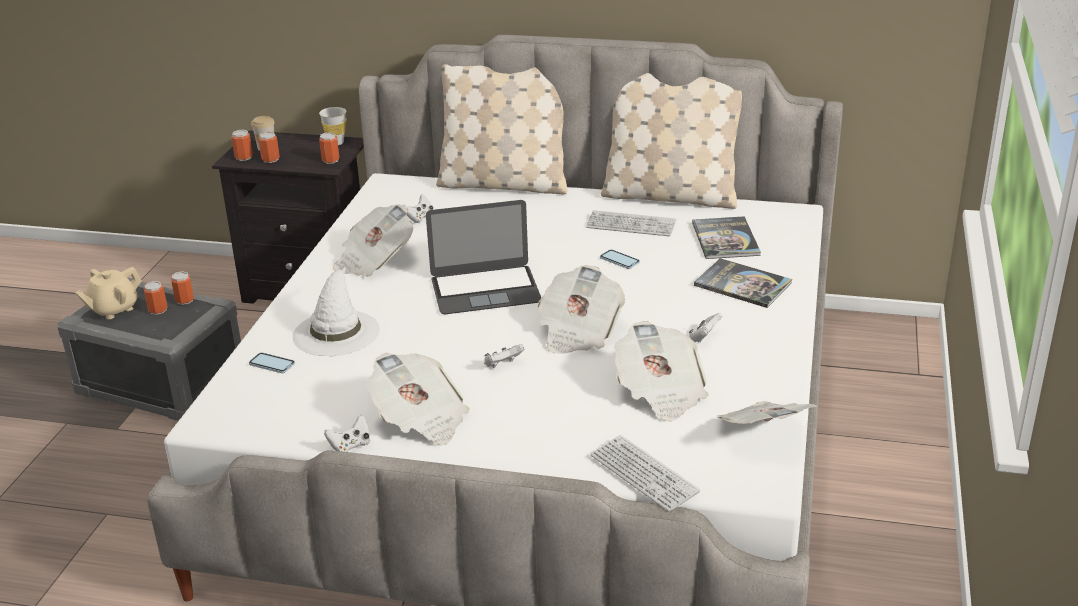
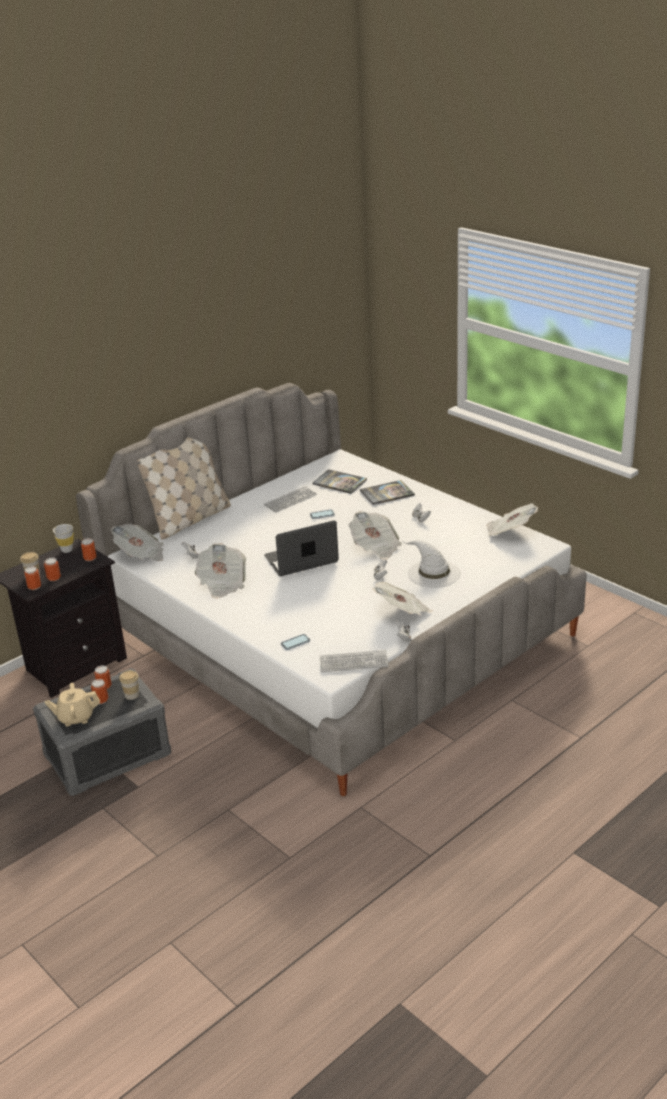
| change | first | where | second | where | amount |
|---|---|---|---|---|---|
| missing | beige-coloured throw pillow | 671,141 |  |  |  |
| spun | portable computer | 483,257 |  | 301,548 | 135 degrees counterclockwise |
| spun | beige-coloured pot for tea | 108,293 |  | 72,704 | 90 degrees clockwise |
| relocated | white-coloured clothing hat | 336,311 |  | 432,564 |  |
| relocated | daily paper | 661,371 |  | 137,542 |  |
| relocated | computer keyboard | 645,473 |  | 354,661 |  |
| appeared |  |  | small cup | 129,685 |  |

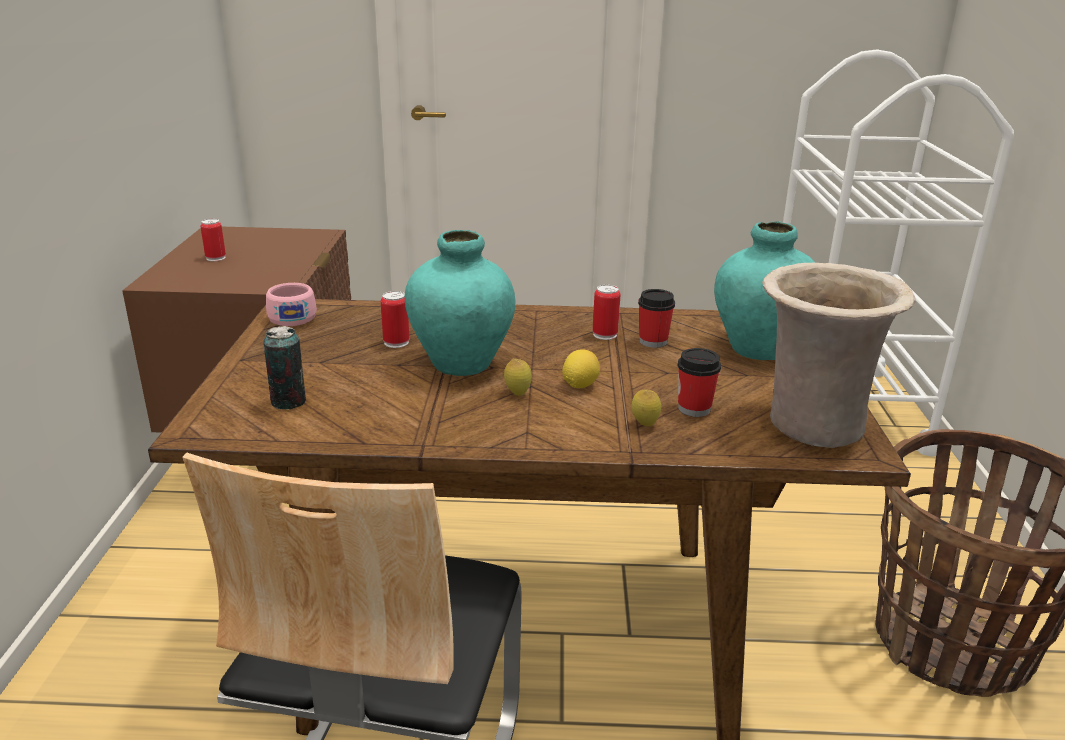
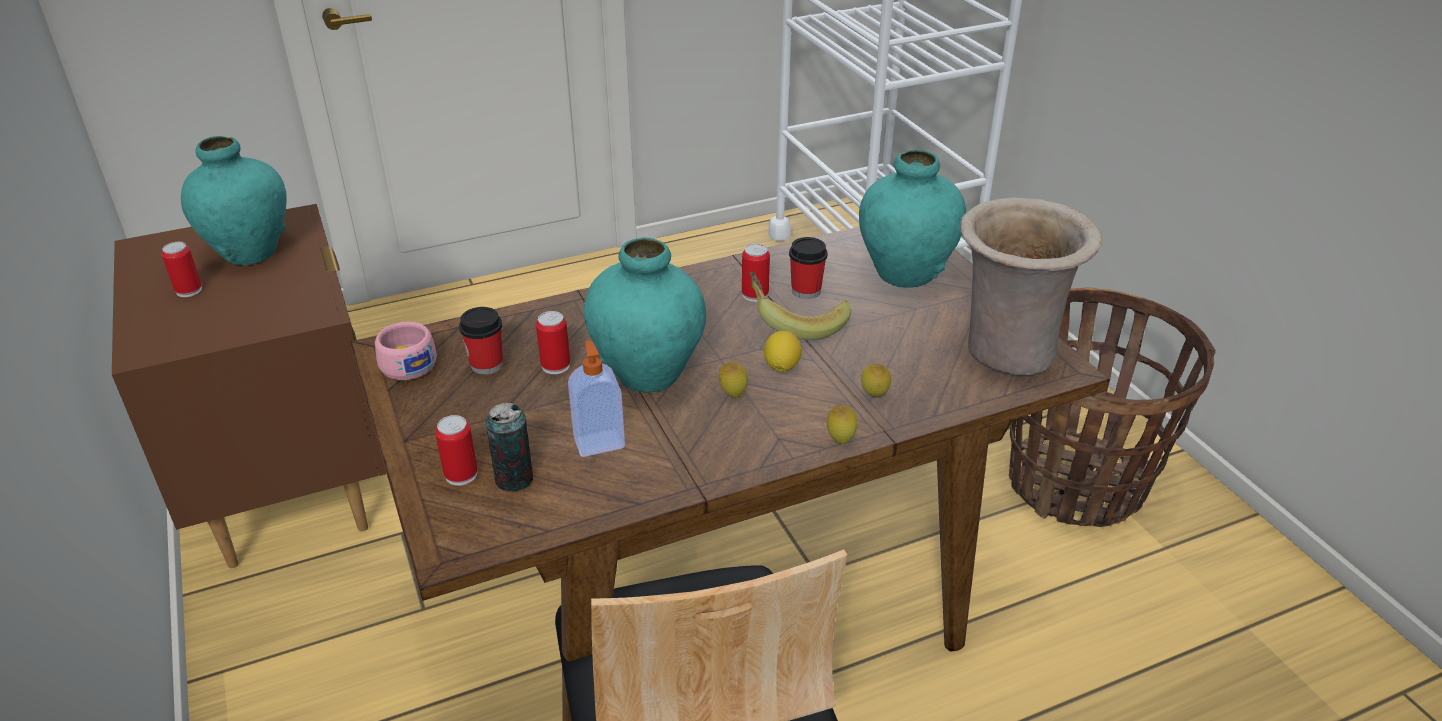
| change | first | where | second | where | amount |
|---|---|---|---|---|---|
| relocated | small cup | 699,382 |  | 481,341 |  |
| appeared |  |  | turquoise vase | 234,201 |  |
| appeared |  |  | banana | 800,306 |  |
| appeared |  |  | liquid soap bottle | 596,398 |  |
| appeared |  |  | citrus fruit | 842,424 |  |
| appeared |  |  | sealed can | 456,450 |  |

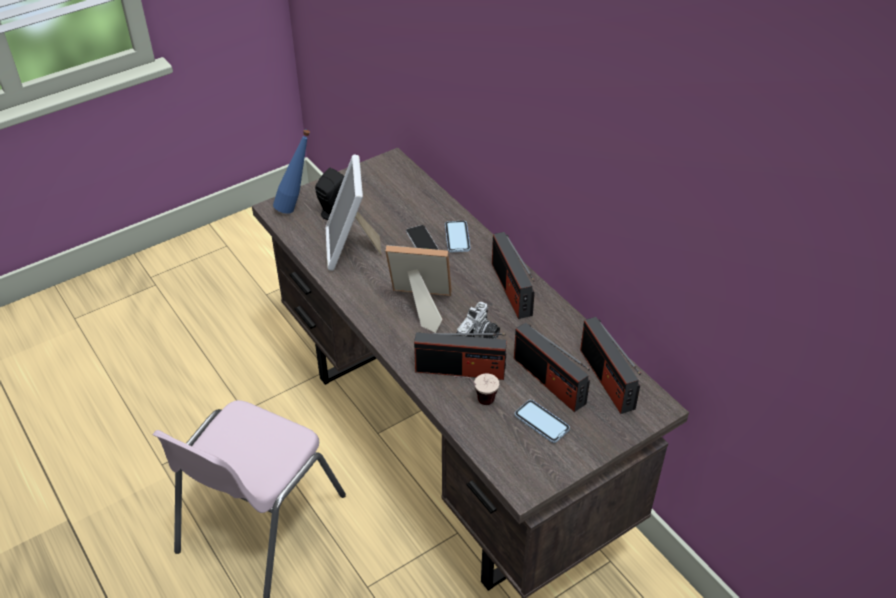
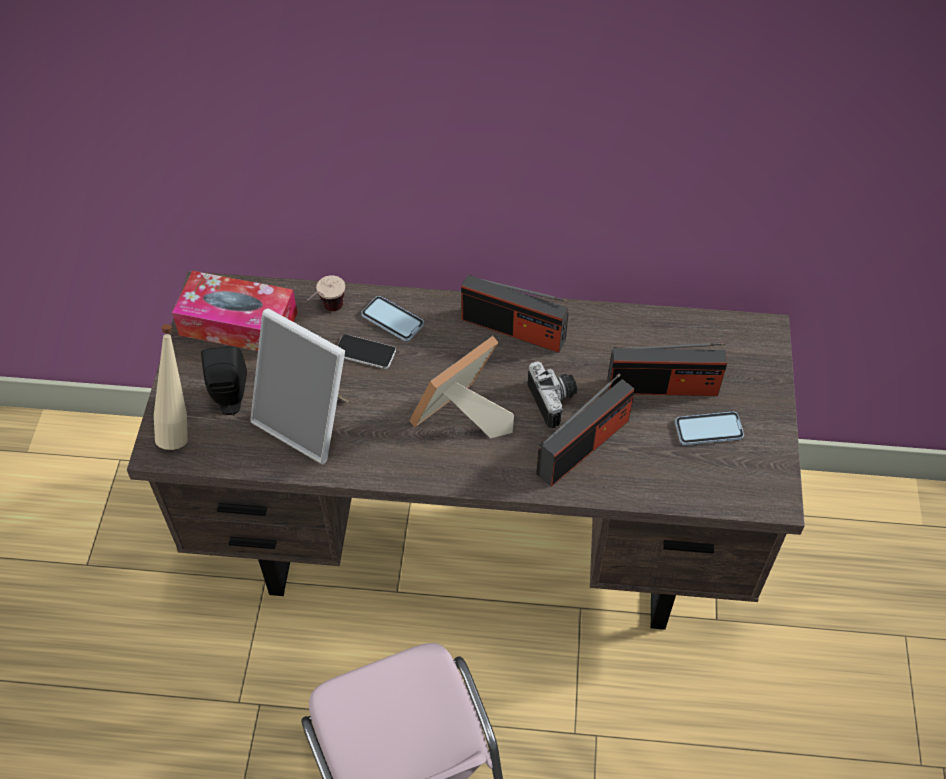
| change | first | where | second | where | amount |
|---|---|---|---|---|---|
| colour | blue bottle | 291,172 | beige-coloured bottle | 171,387 |  |
| missing | radio set | 610,365 |  |  |  |
| relocated | small cup | 476,389 |  | 326,293 |  |
| appeared |  |  | tissue box | 235,311 |  |

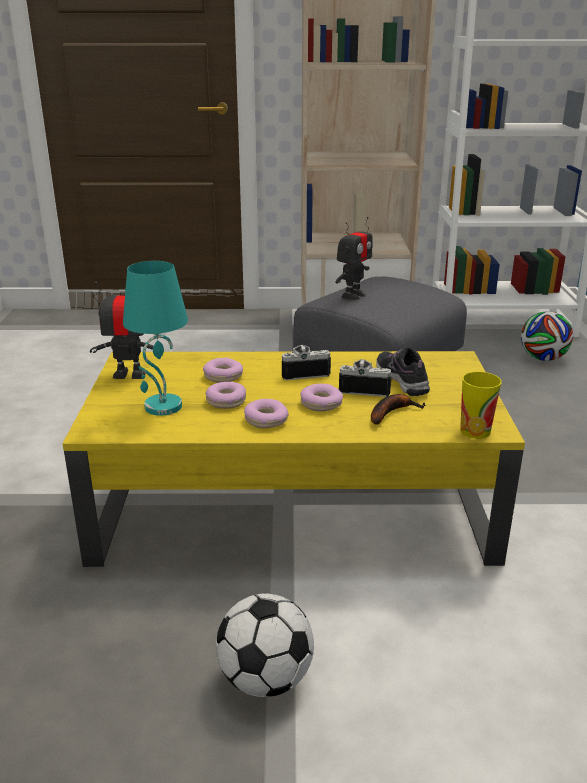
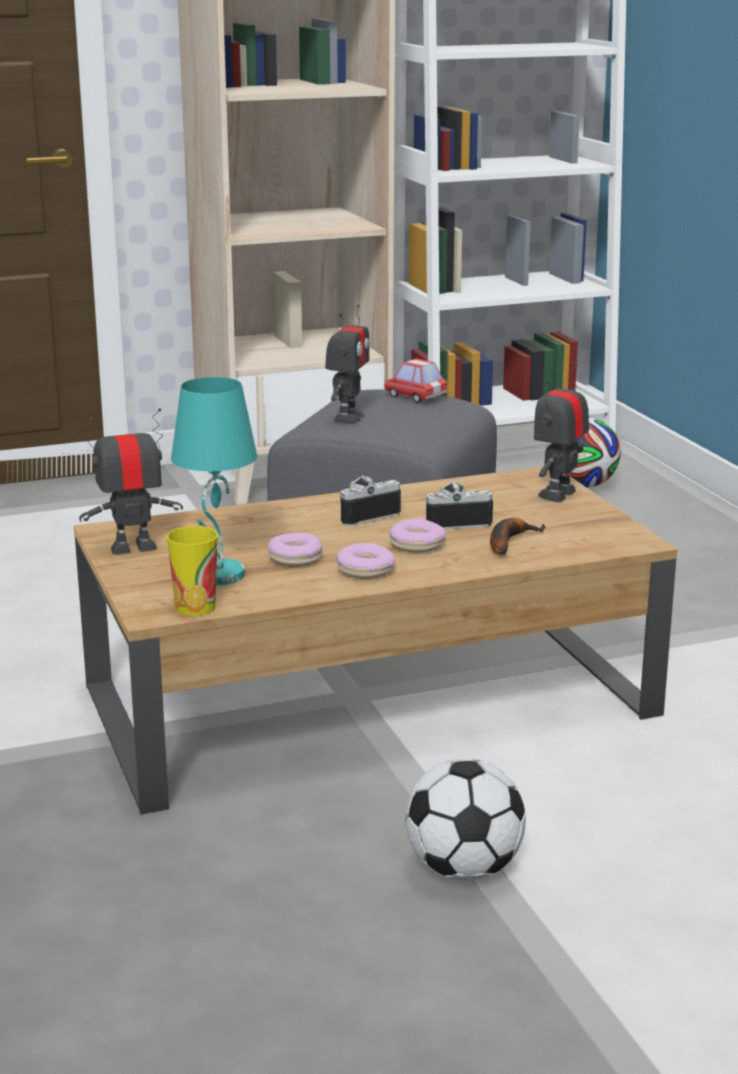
| change | first | where | second | where | amount |
|---|---|---|---|---|---|
| missing | low shoe | 403,371 |  |  |  |
| colour | yellow coffee table | 293,459 | brown coffee table | 375,641 |  |
| missing | doughnut | 223,370 |  |  |  |
| relocated | small cup | 481,405 |  | 192,571 |  |
| appeared |  |  | toy car | 416,381 |  |
| appeared |  |  | model robot | 561,432 |  |

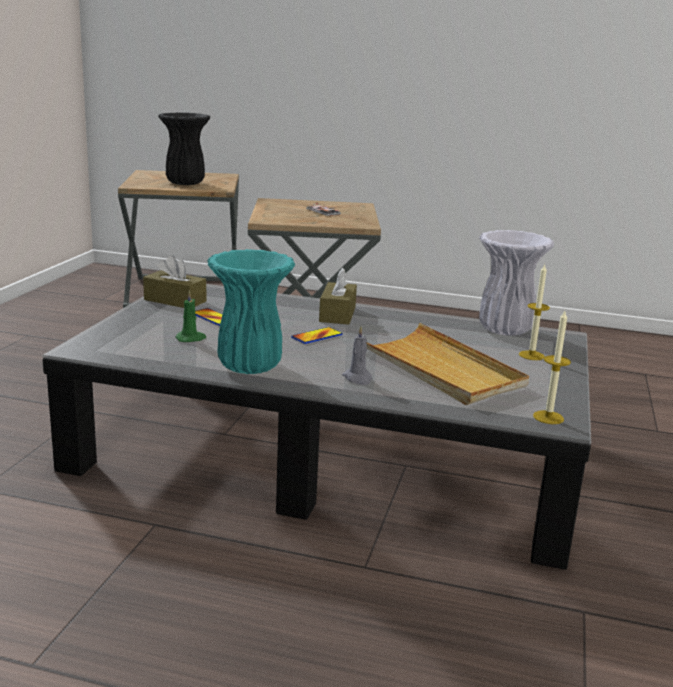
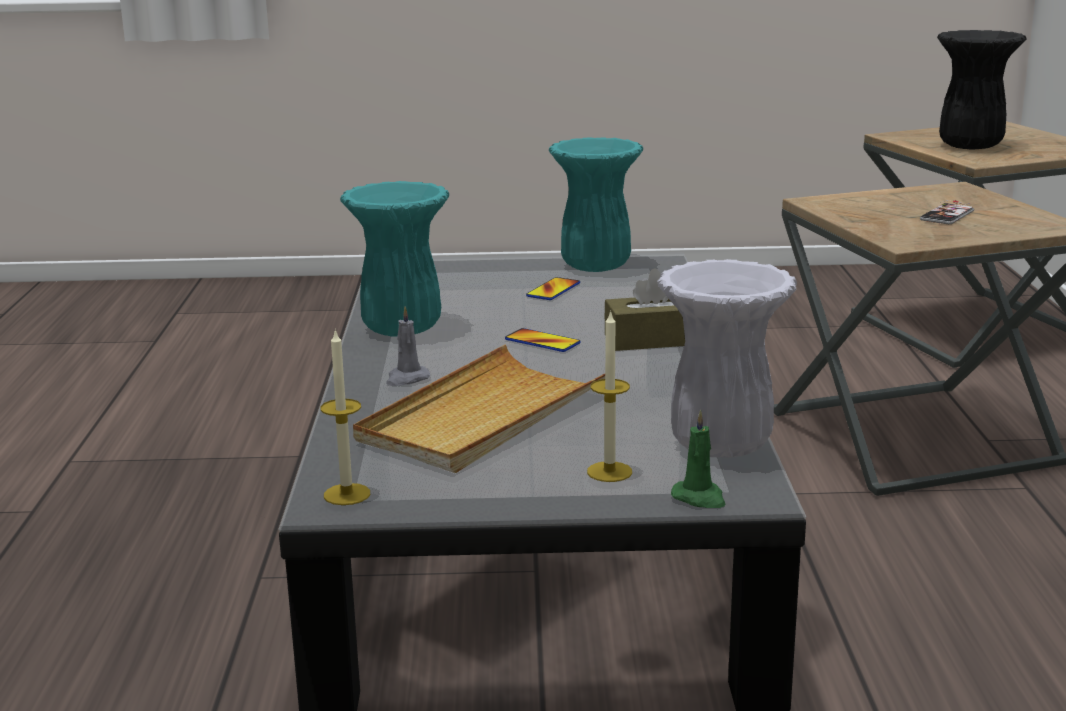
| change | first | where | second | where | amount |
|---|---|---|---|---|---|
| exchanged | brown tissue box | 174,281 | turquoise vase | 596,204 |  |
| relocated | greenish candle | 190,316 |  | 698,459 |  |

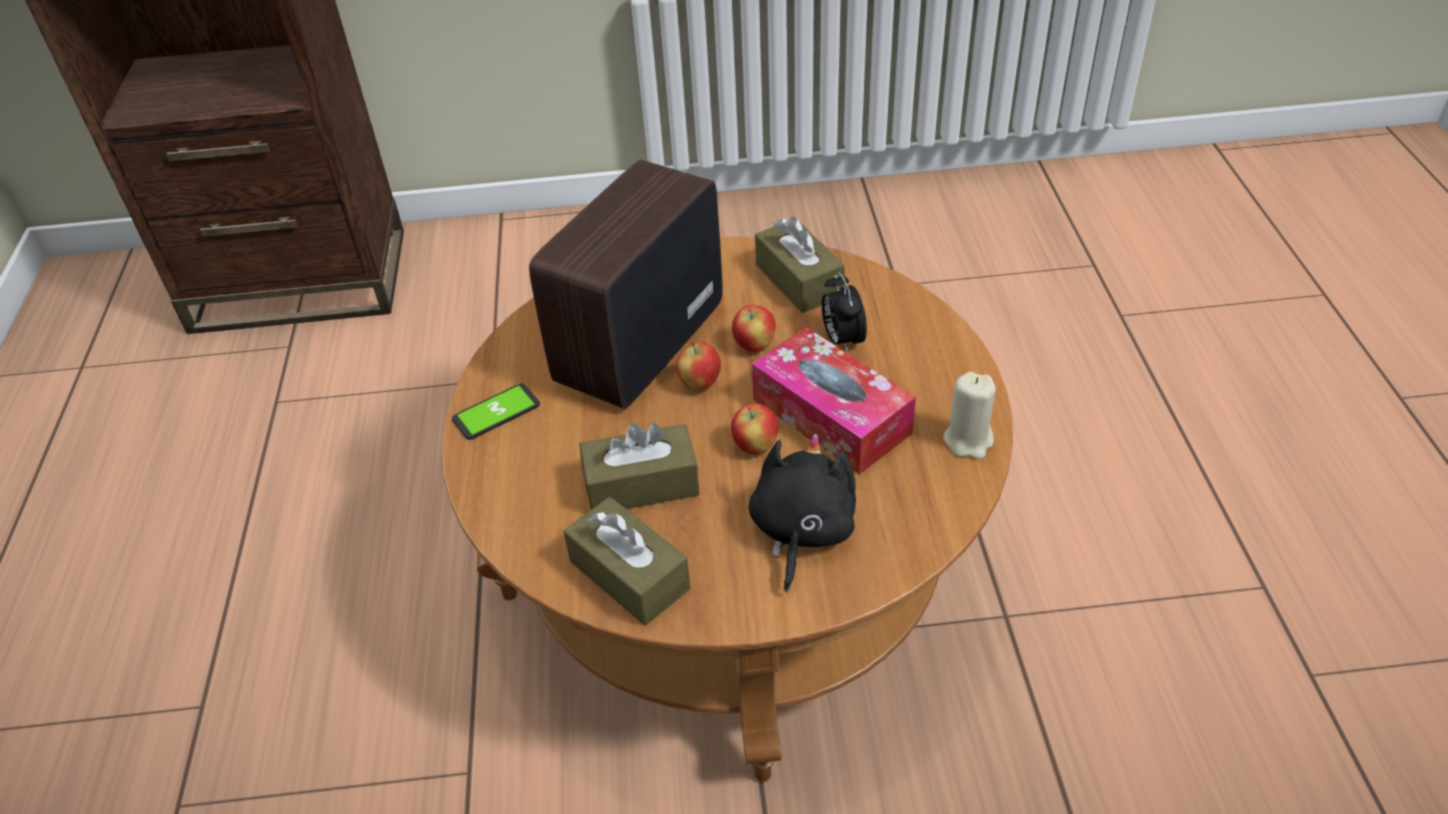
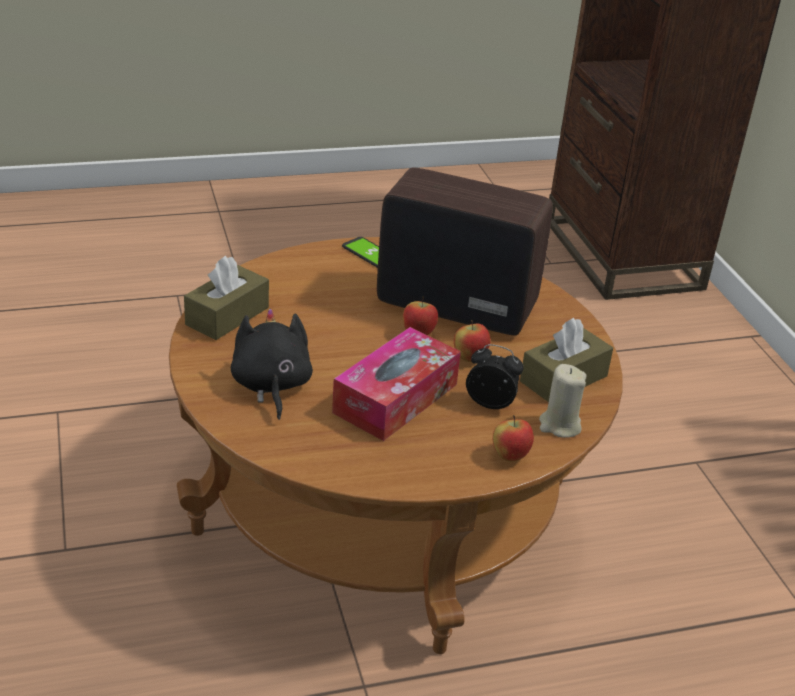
| change | first | where | second | where | amount |
|---|---|---|---|---|---|
| spun | bedside clock | 844,312 |  | 495,376 | 45 degrees clockwise |
| relocated | beige-coloured candle | 969,415 |  | 562,401 |  |
| relocated | apple fruit | 755,429 |  | 513,438 |  |
| missing | brown tissue box | 640,466 |  |  |  |
| spun | black soft toy | 802,513 |  | 272,364 | 105 degrees counterclockwise |

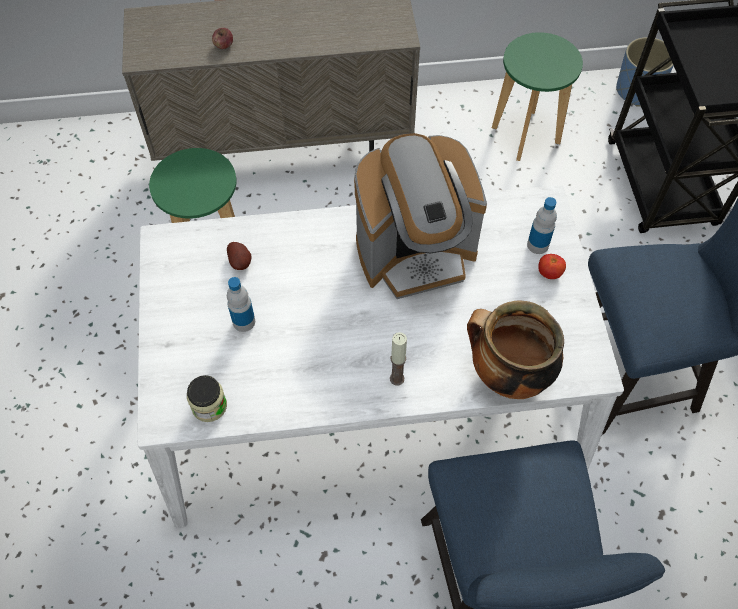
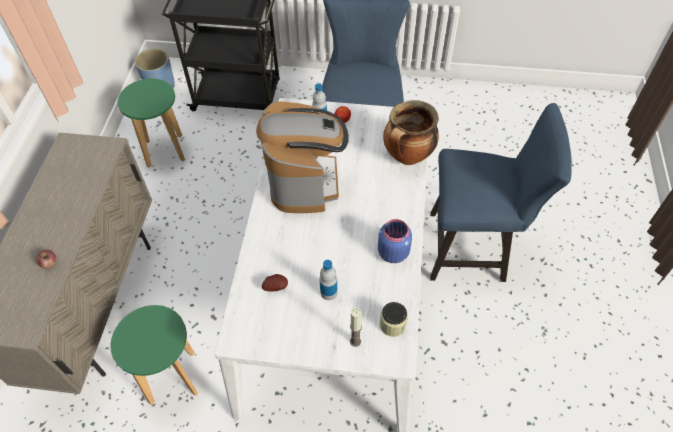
| change | first | where | second | where | amount |
|---|---|---|---|---|---|
| relocated | candle | 398,359 |  | 356,327 |  |
| appeared |  |  | blue storage jar | 395,241 |  |

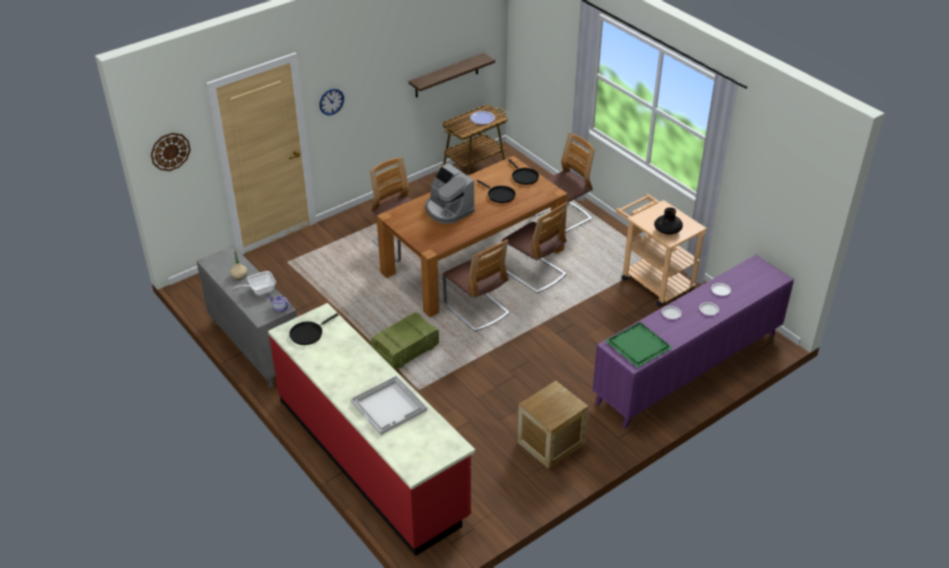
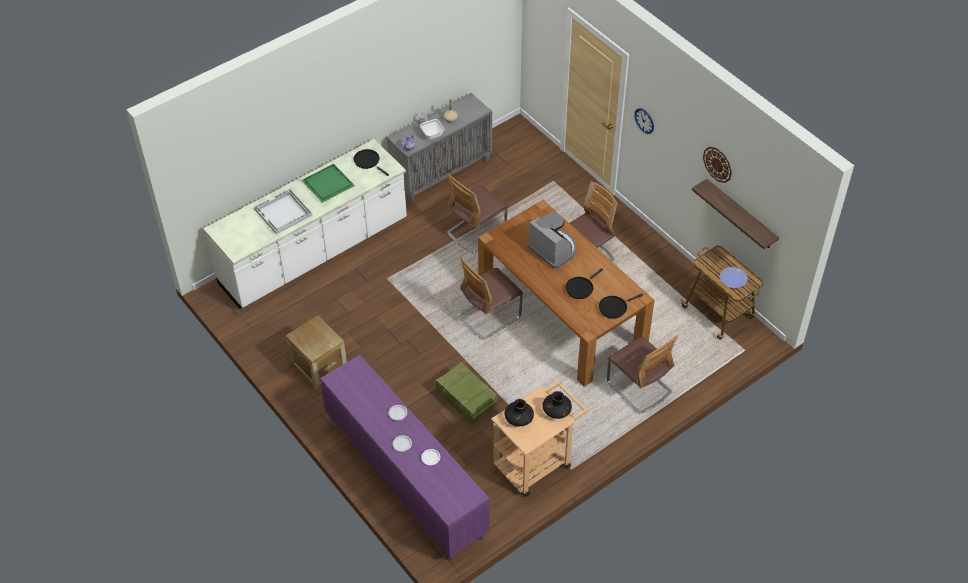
| change | first | where | second | where | amount |
|---|---|---|---|---|---|
| relocated | wall clock | 171,152 |  | 717,165 |  |
| spun | coffee machine | 450,194 |  | 552,240 | 90 degrees clockwise |
| relocated | upright chair | 535,247 |  | 477,214 |  |
| colour | red kitchen counter | 371,429 | white-coloured kitchen counter | 305,224 |  |
| relocated | crate | 405,341 |  | 466,393 |  |
| relocated | greenish tray | 639,345 |  | 328,183 |  |
| appeared |  |  | black vase | 557,405 |  |

